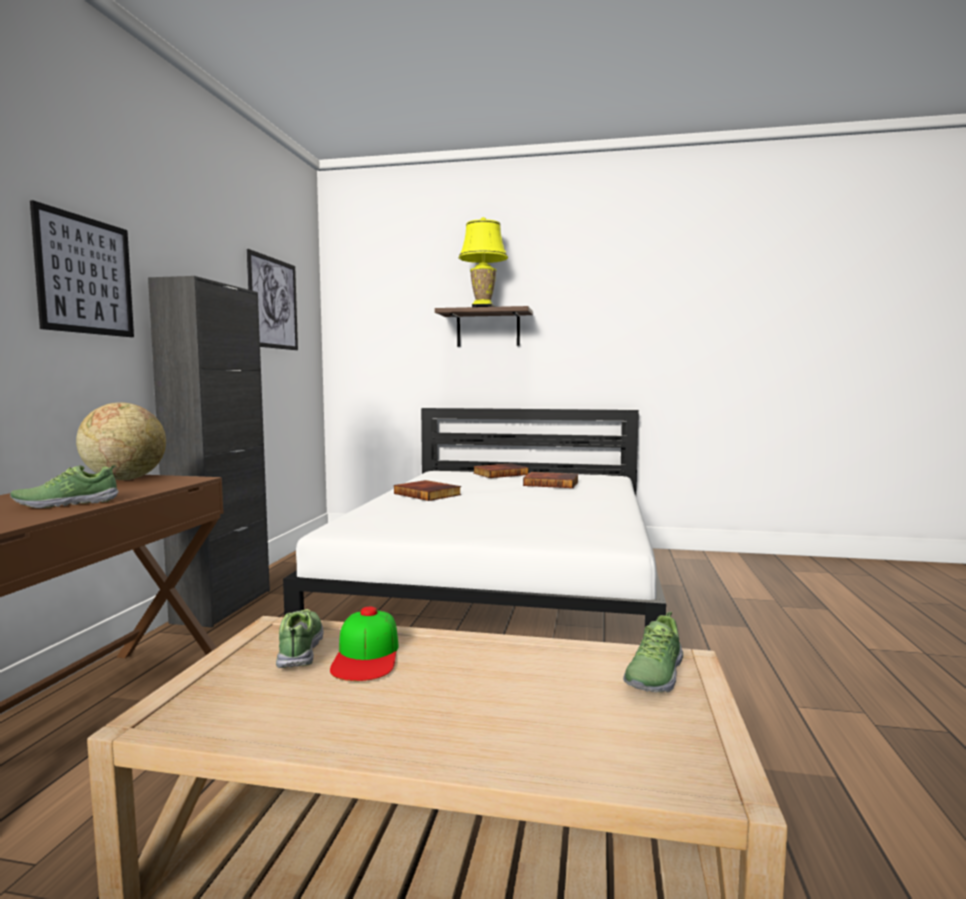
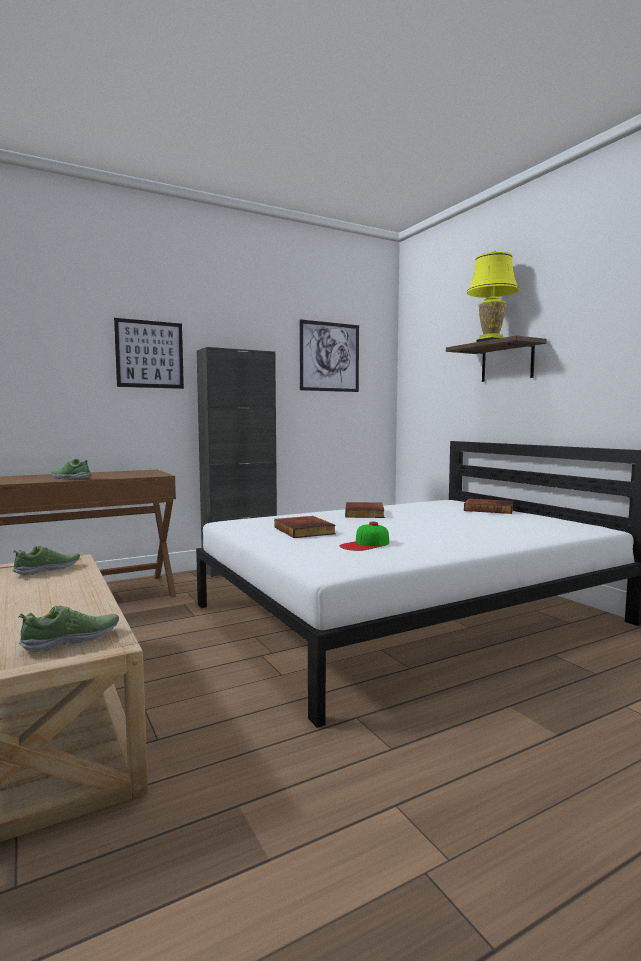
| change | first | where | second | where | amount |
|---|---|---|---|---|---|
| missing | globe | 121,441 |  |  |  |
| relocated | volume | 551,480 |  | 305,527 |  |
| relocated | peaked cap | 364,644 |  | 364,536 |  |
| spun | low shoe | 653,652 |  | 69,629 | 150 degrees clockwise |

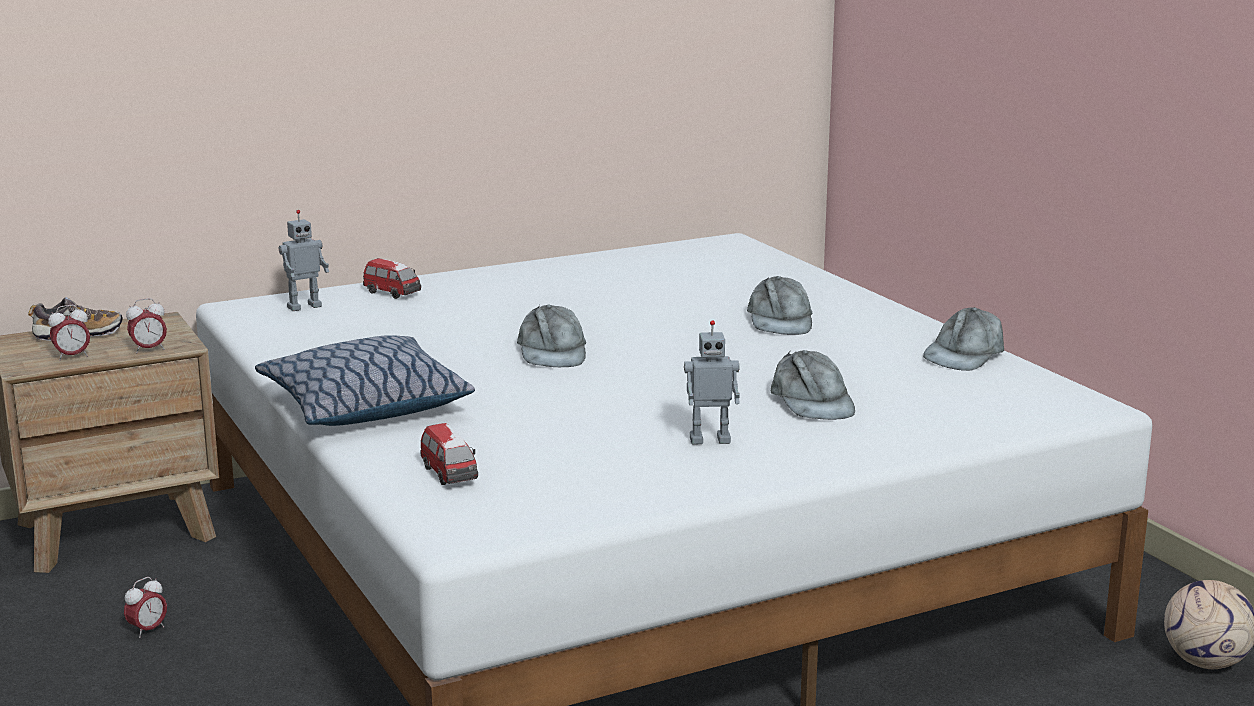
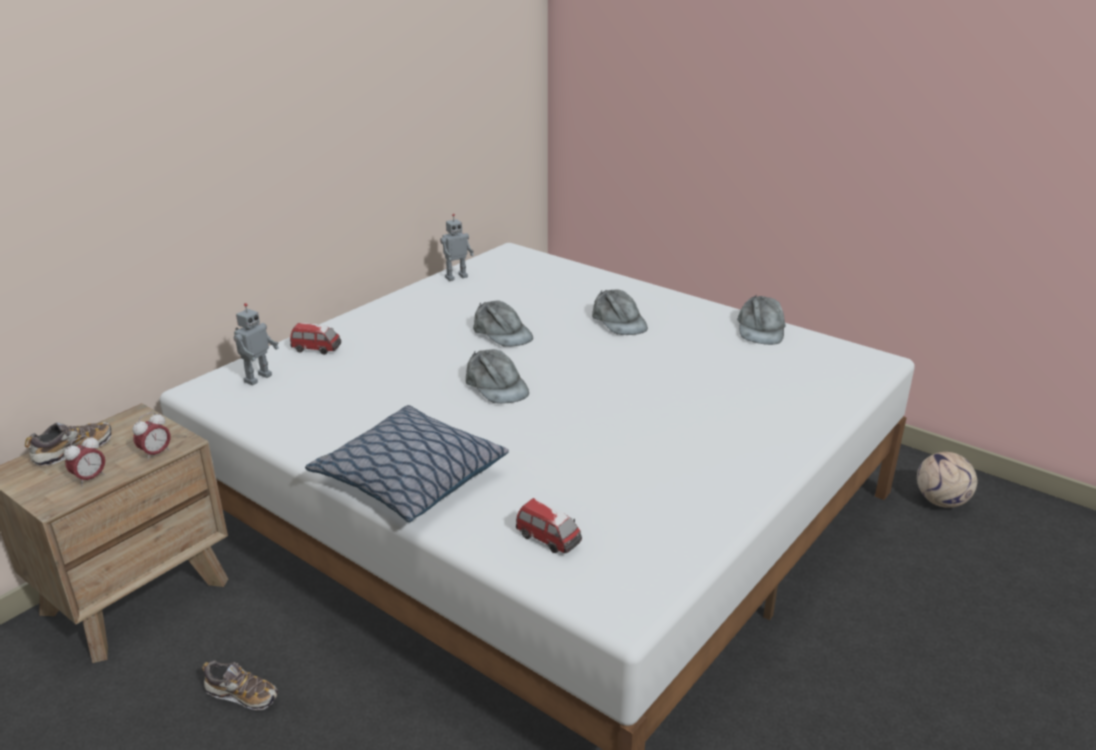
| change | first | where | second | where | amount |
|---|---|---|---|---|---|
| relocated | model robot | 712,382 |  | 457,247 |  |
| relocated | greyish peaked cap | 813,385 |  | 503,323 |  |
| exchanged | bedside clock | 145,607 | low shoe | 240,685 |  |

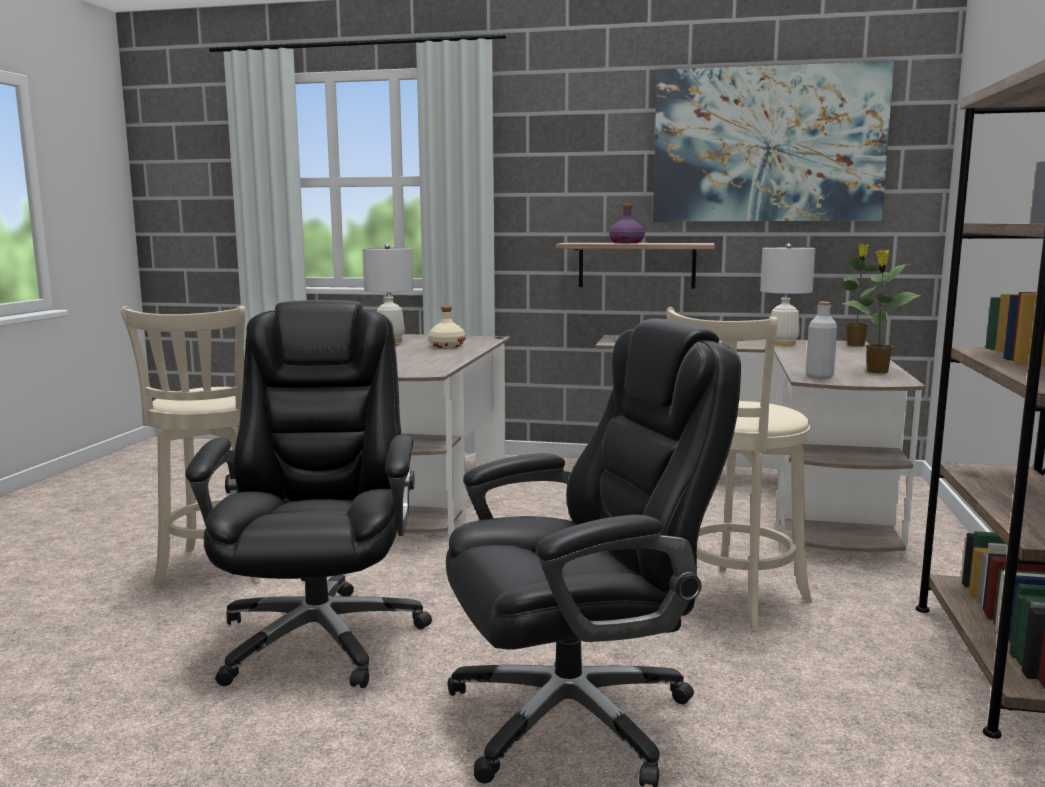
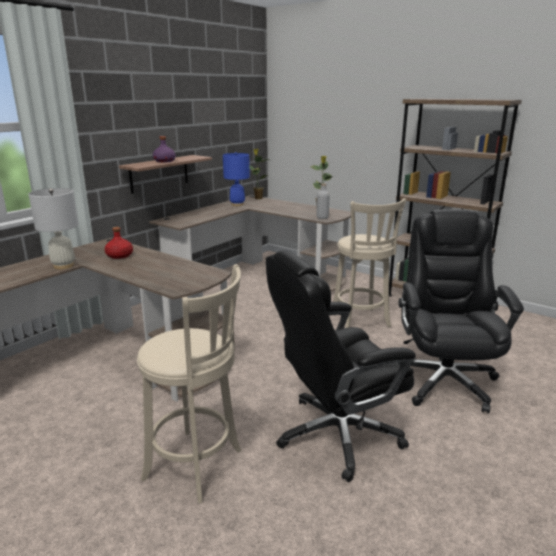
| change | first | where | second | where | amount |
|---|---|---|---|---|---|
| missing | picture | 773,141 |  |  |  |
| colour | white-coloured table lamp | 788,295 | blue table lamp | 236,179 |  |
| spun | black office chair | 308,494 |  | 341,366 | 45 degrees counterclockwise |
| colour | beige-coloured bottle | 447,327 | red bottle | 118,243 |  |

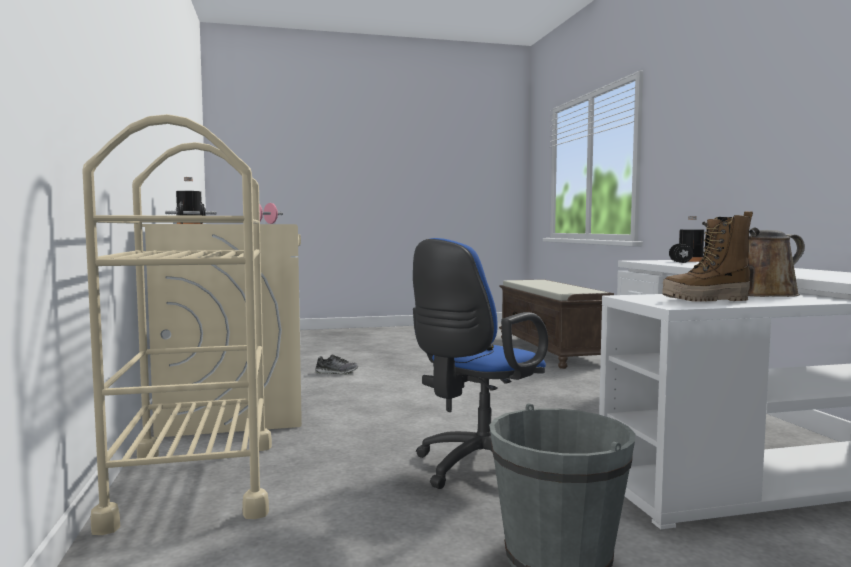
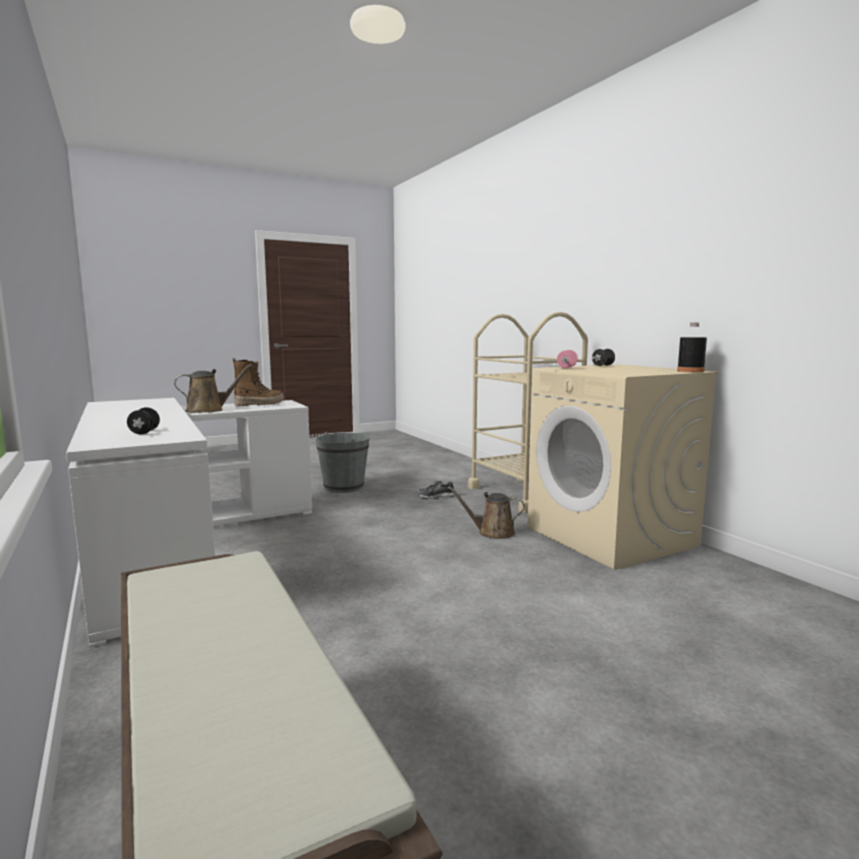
| change | first | where | second | where | amount |
|---|---|---|---|---|---|
| missing | black bottle | 691,239 |  |  |  |
| missing | blue office chair | 480,363 |  |  |  |
| relocated | low shoe | 336,364 |  | 436,490 |  |
| appeared |  |  | brown watering pot | 486,512 |  |

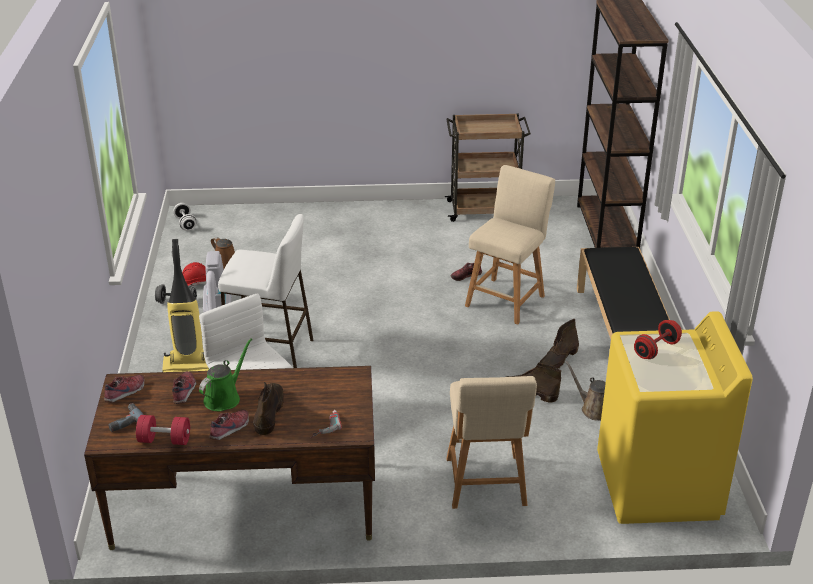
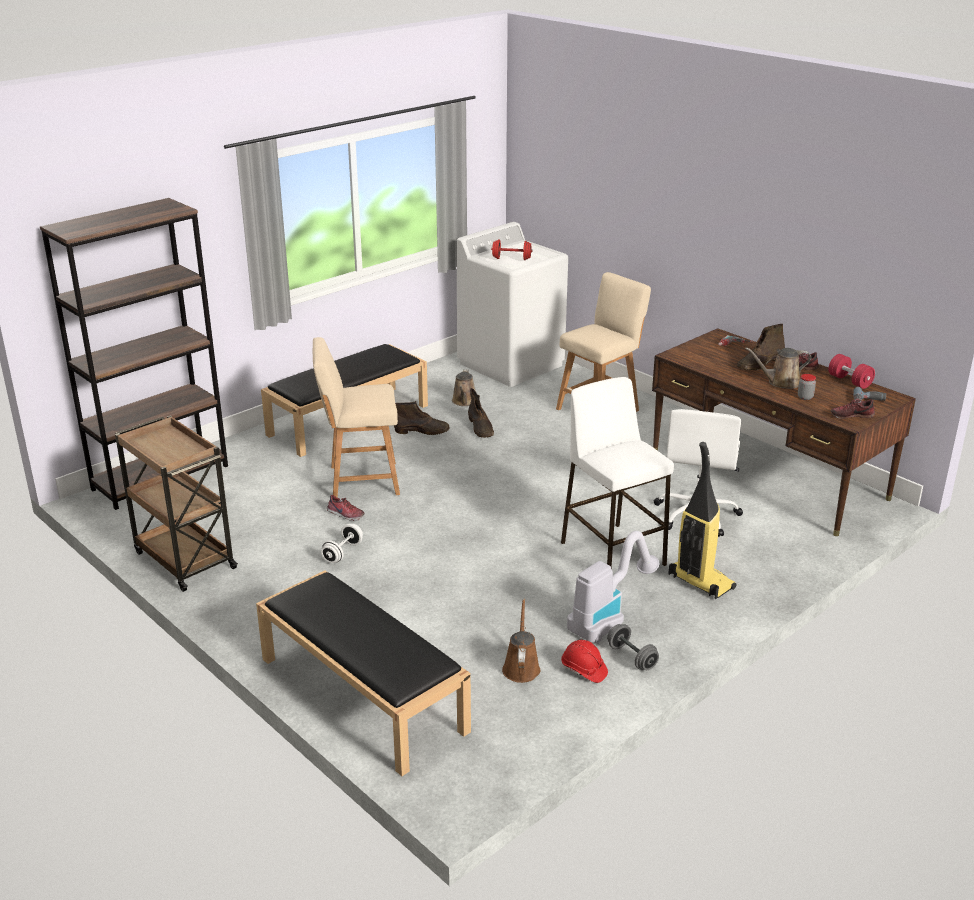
| change | first | where | second | where | amount |
|---|---|---|---|---|---|
| relocated | white-coloured free weight | 185,217 |  | 342,543 |  |
| colour | yellow laundry appliance | 675,417 | white-coloured laundry appliance | 512,304 |  |
| colour | greenish watering pot | 225,374 | brown watering pot | 778,368 |  |
| exchanged | low shoe | 184,387 | storage jar | 807,387 |  |
| appeared |  |  | black indoor bench | 363,673 |  |

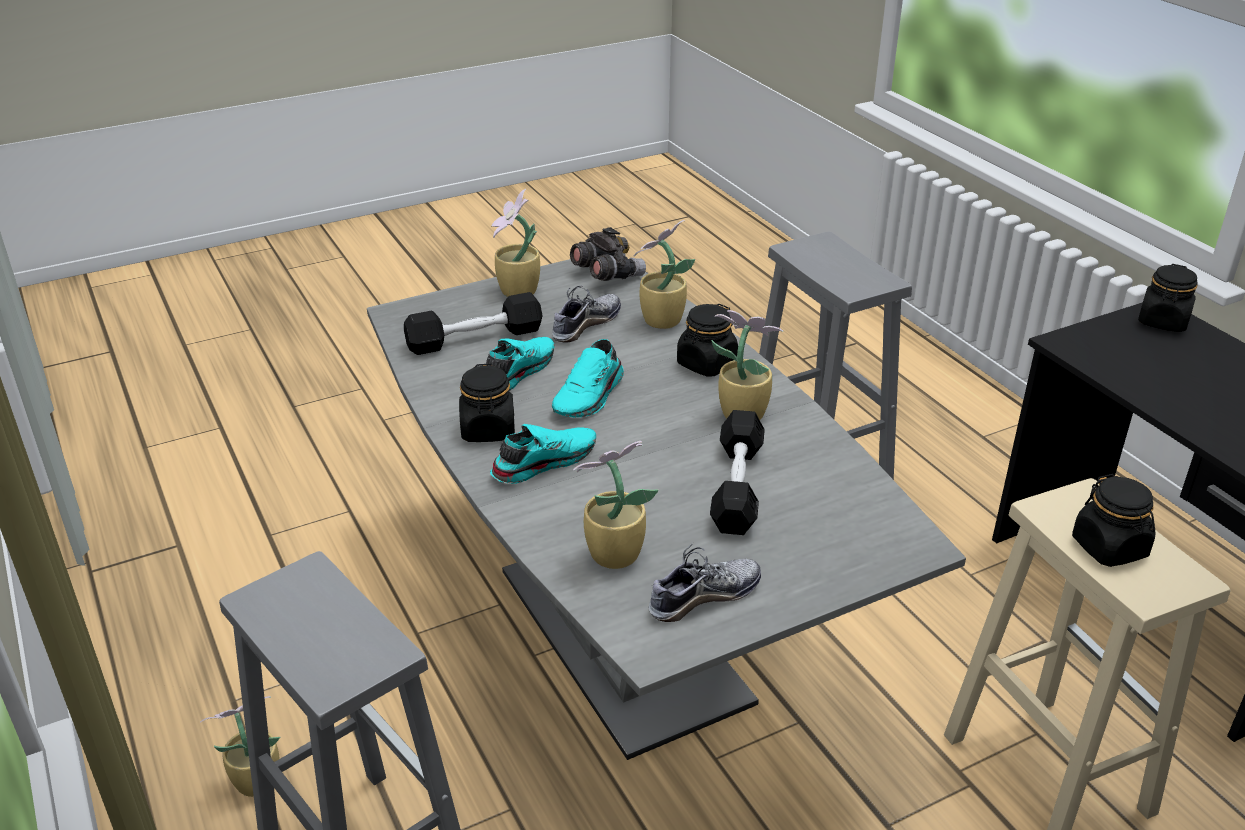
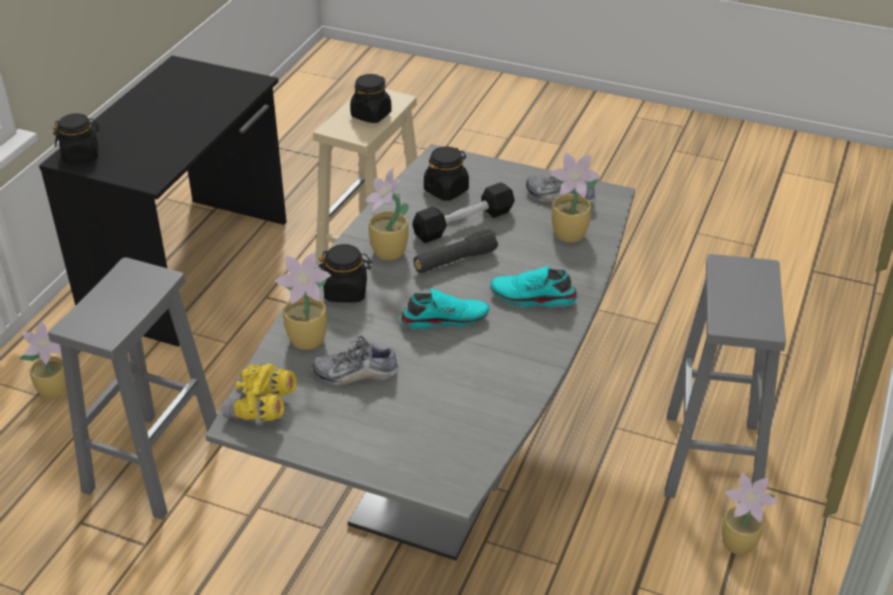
| change | first | where | second | where | amount |
|---|---|---|---|---|---|
| relocated | houseplant | 515,243 |  | 43,359 |  |
| colour | greyish pair of binoculars | 608,254 | yellow pair of binoculars | 259,392 |  |
| missing | black free weight | 473,323 |  |  |  |
| missing | turquoise low shoe | 520,364 |  |  |  |
| relocated | black storage jar | 487,403 |  | 446,174 |  |
| appeared |  |  | black torch | 455,251 |  |

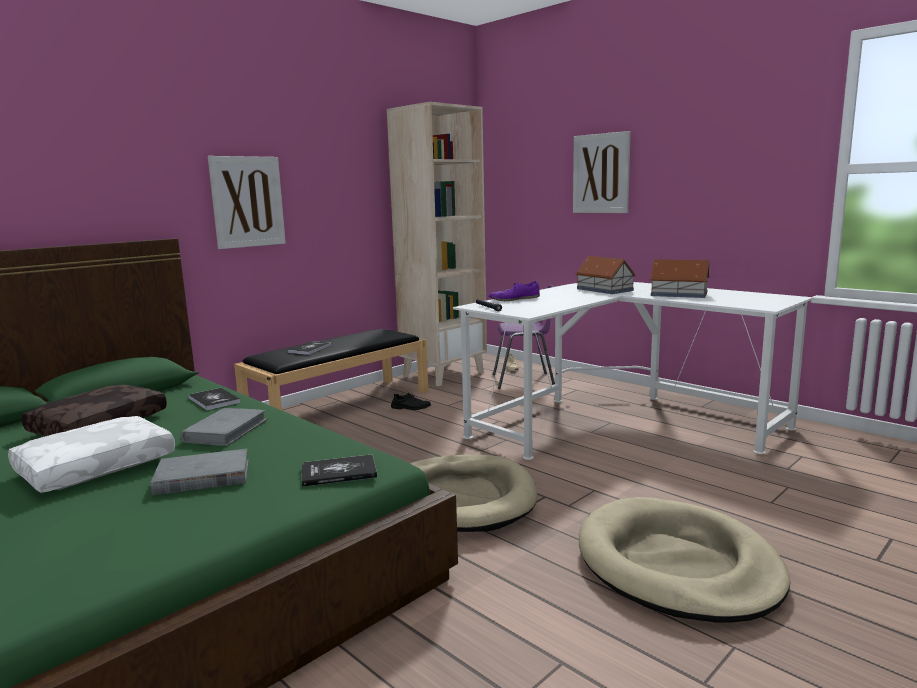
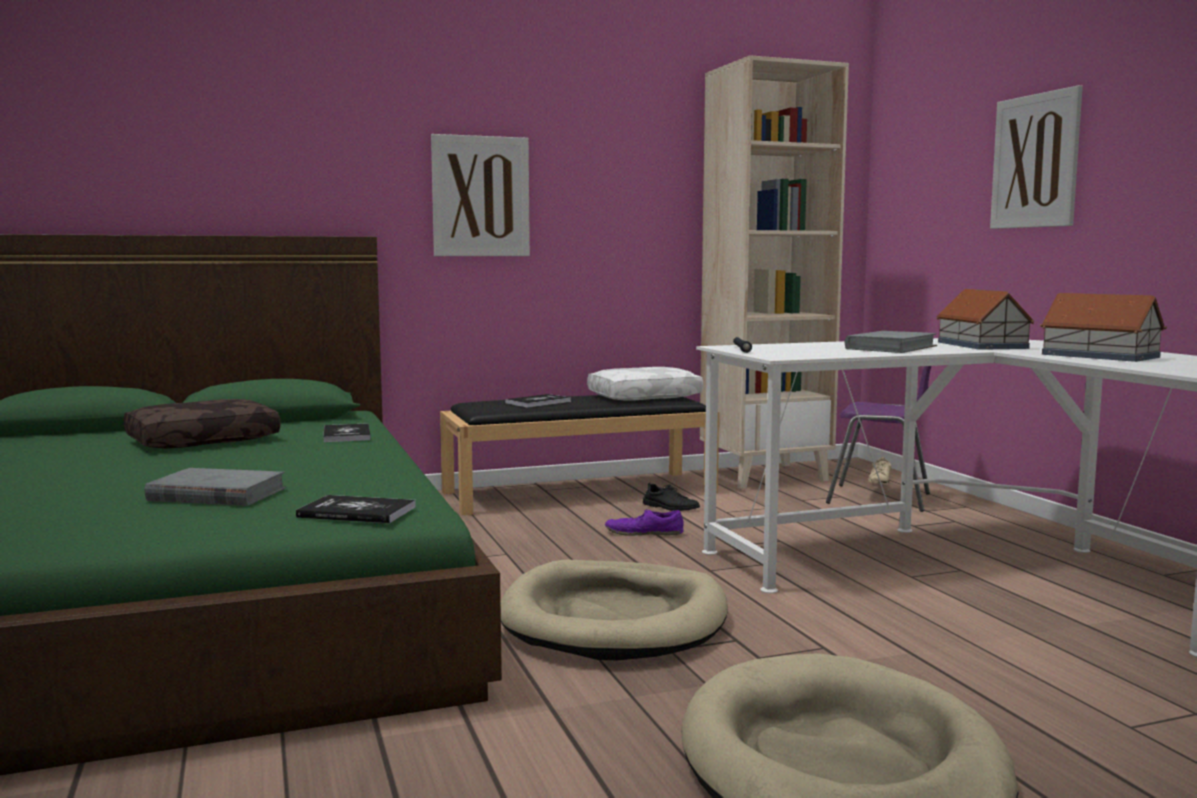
| change | first | where | second | where | amount |
|---|---|---|---|---|---|
| relocated | purplish low shoe | 514,291 |  | 644,522 |  |
| relocated | greyish volume | 224,427 |  | 891,342 |  |
| relocated | white-coloured throw pillow | 91,454 |  | 645,384 |  |

